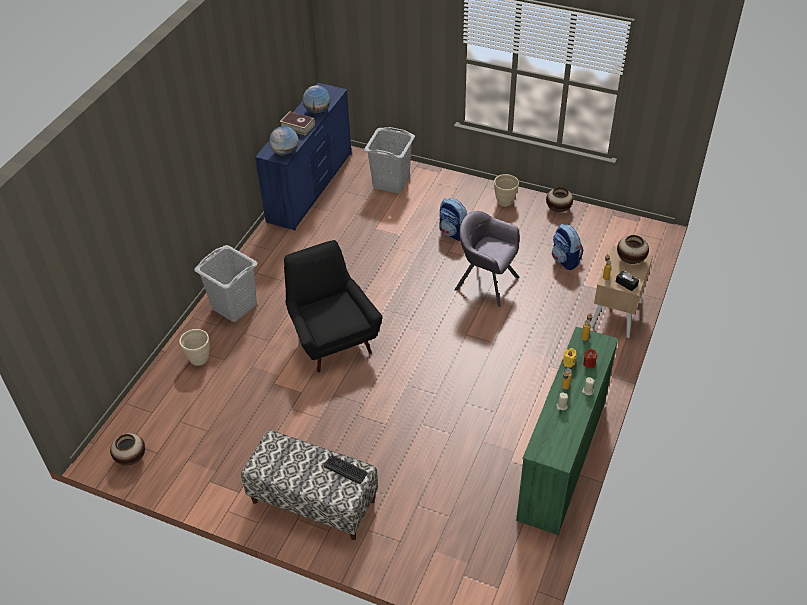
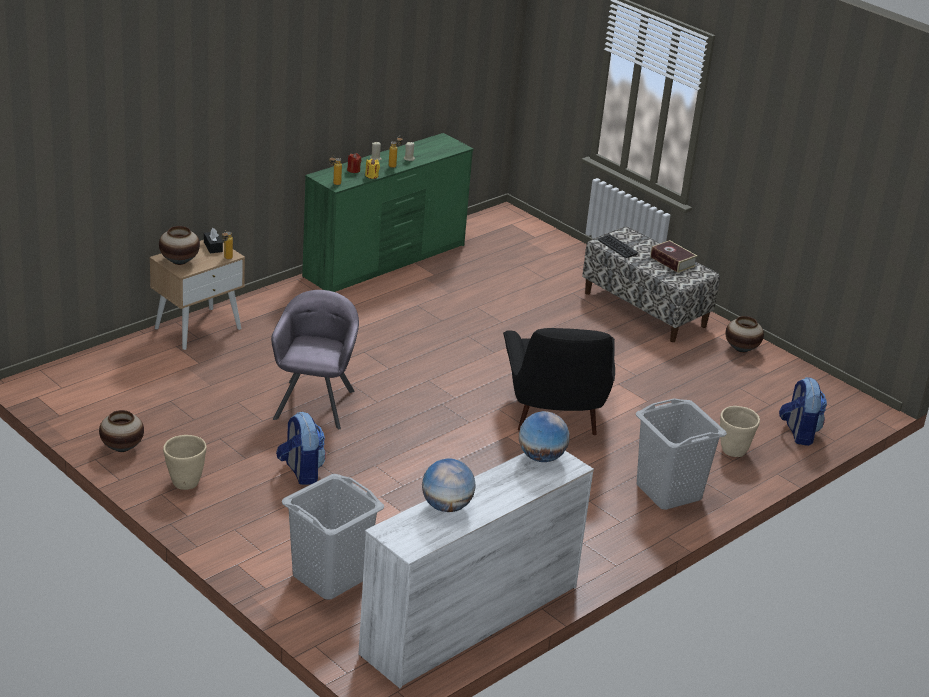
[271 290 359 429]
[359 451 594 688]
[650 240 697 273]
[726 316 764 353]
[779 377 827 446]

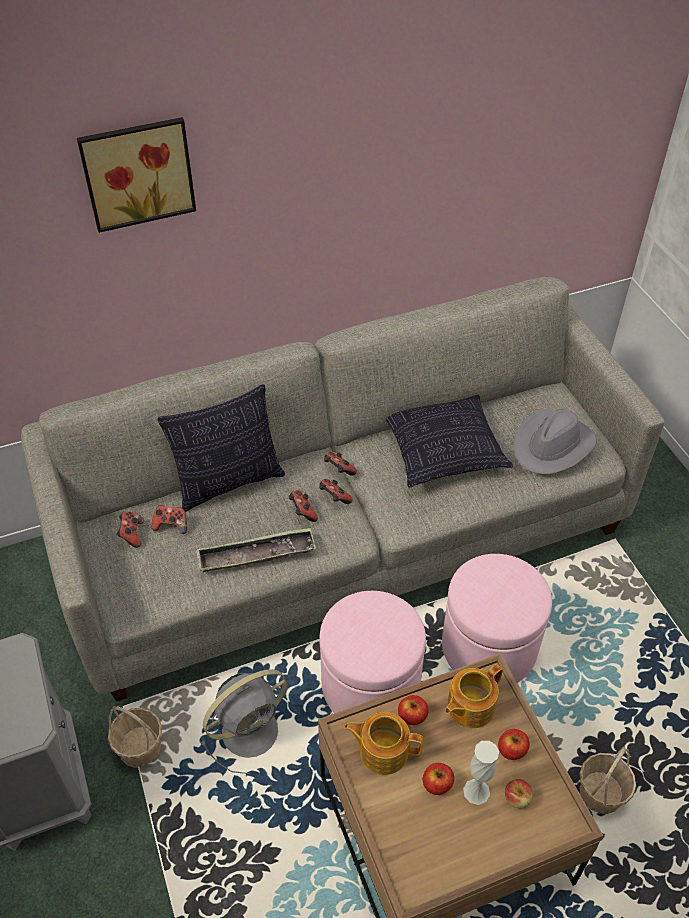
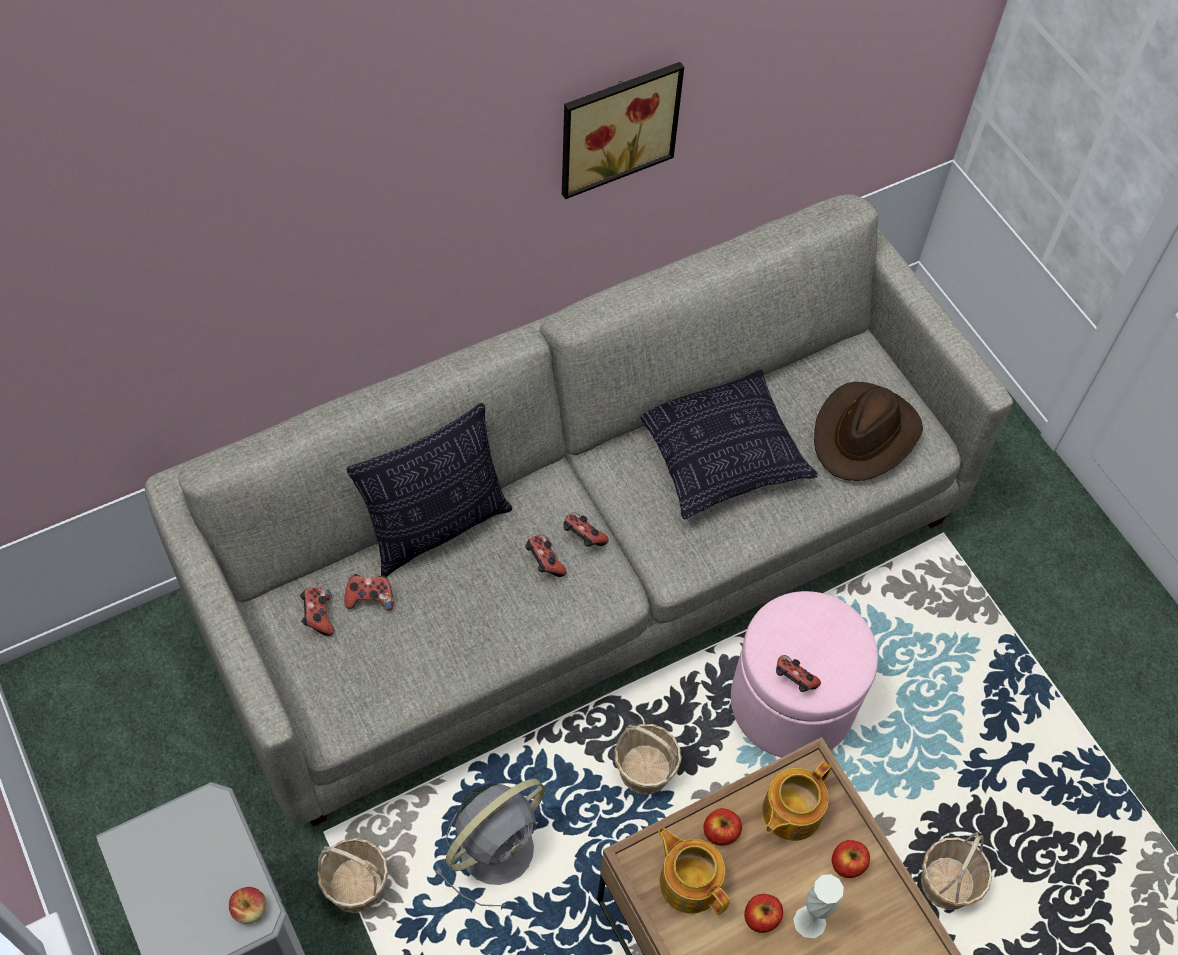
[229 887 266 924]
[562 62 684 199]
[614 724 681 794]
[658 828 730 915]
[776 655 821 692]
[814 382 923 481]
[196 528 316 572] (first image)

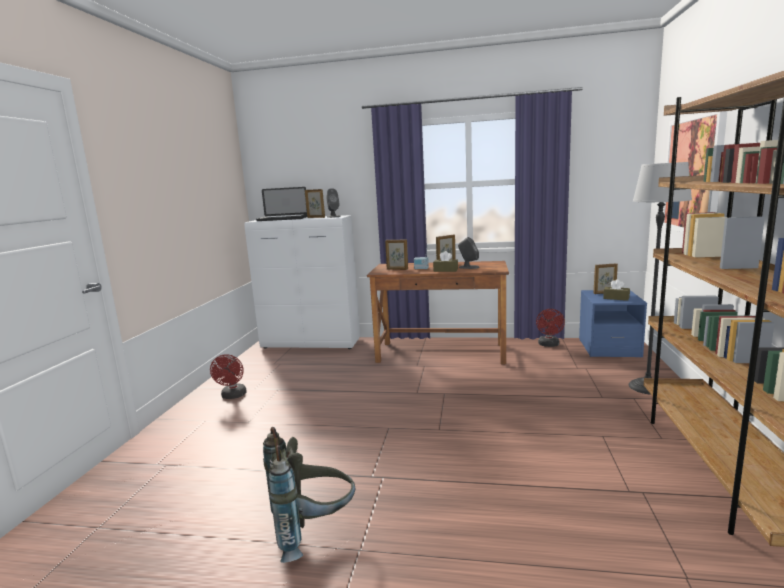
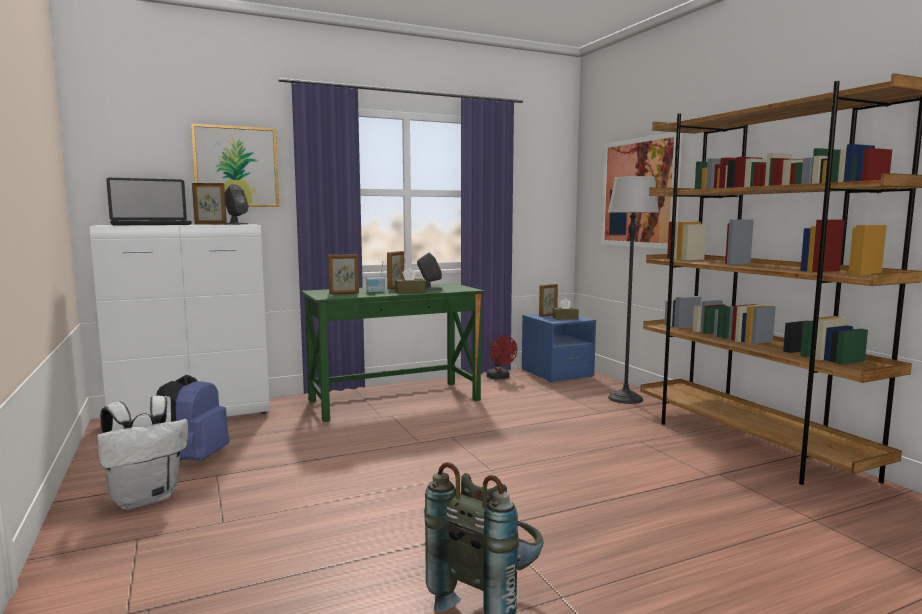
[97 396 188 510]
[156 375 230 461]
[191 124 279 207]
[301 283 485 422]

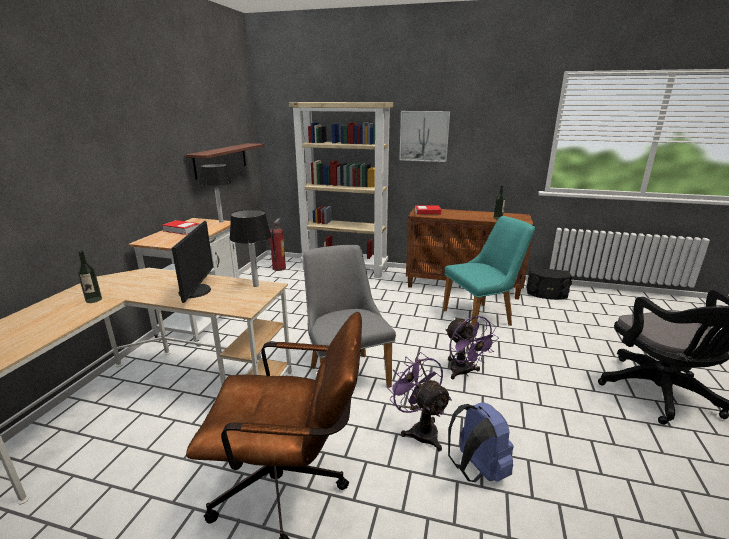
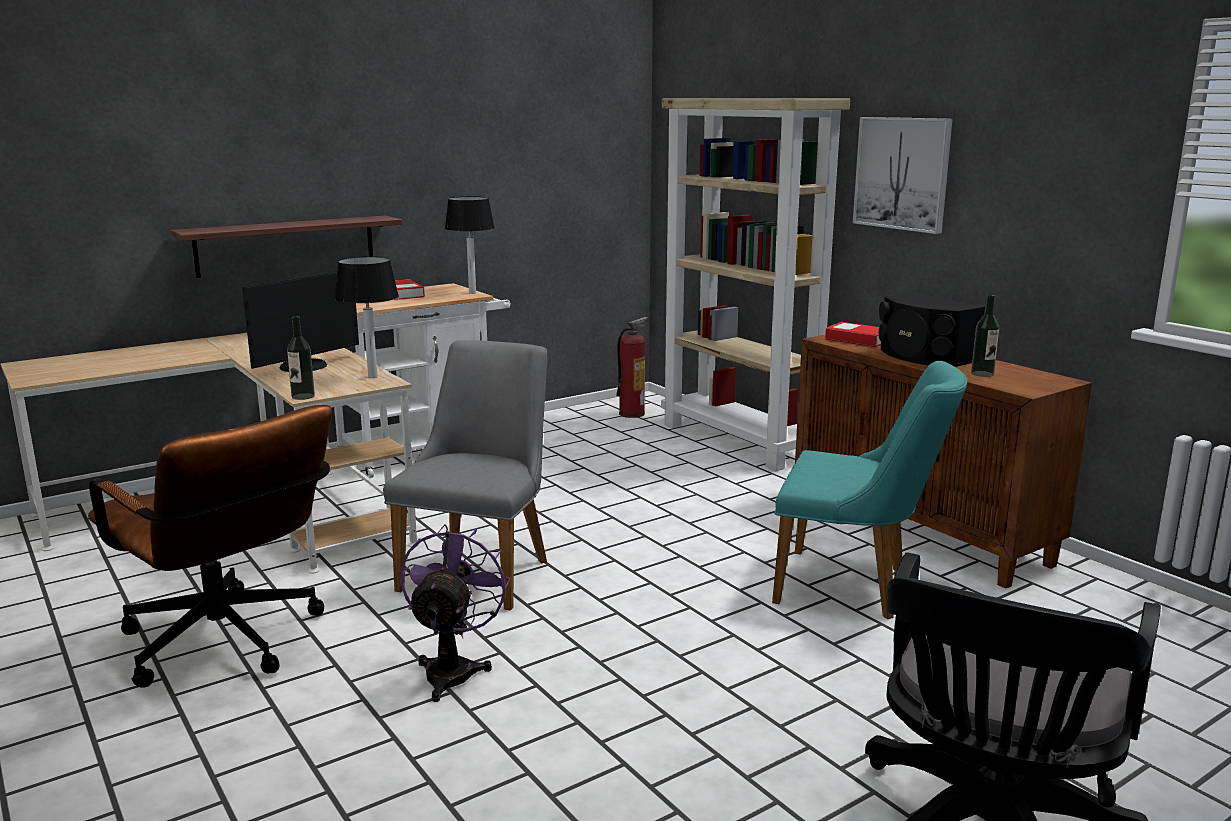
[171 216 402 278]
[287 316 315 400]
[879 293 985 367]
[445 316 499 379] (first image)
[448 402 514 482] (first image)

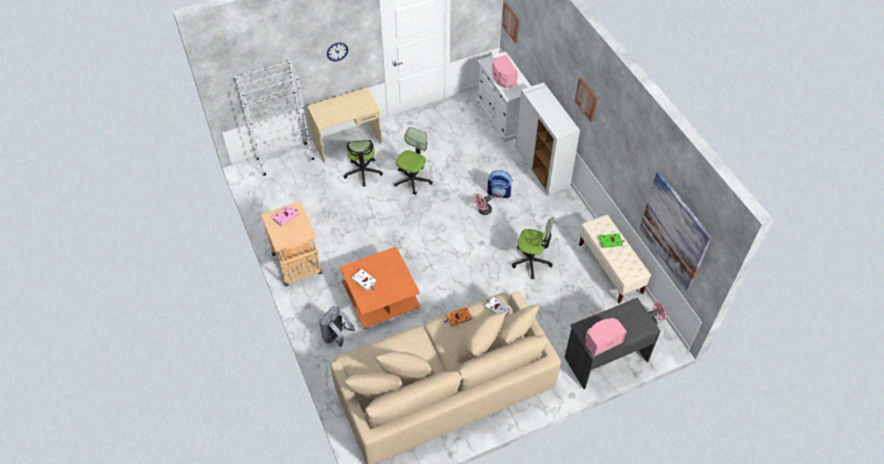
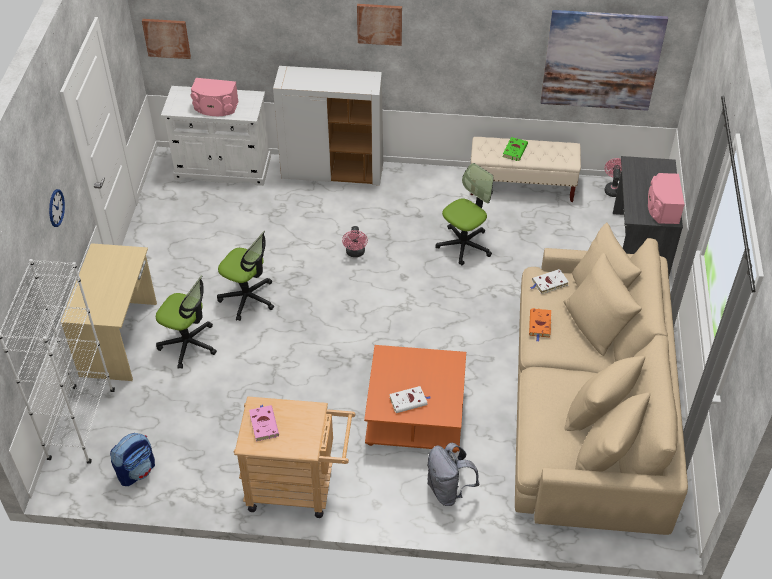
[110 433 155 486]
[217 231 274 321]

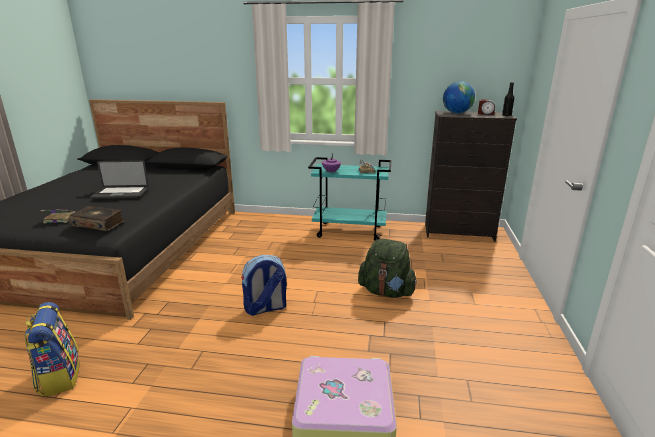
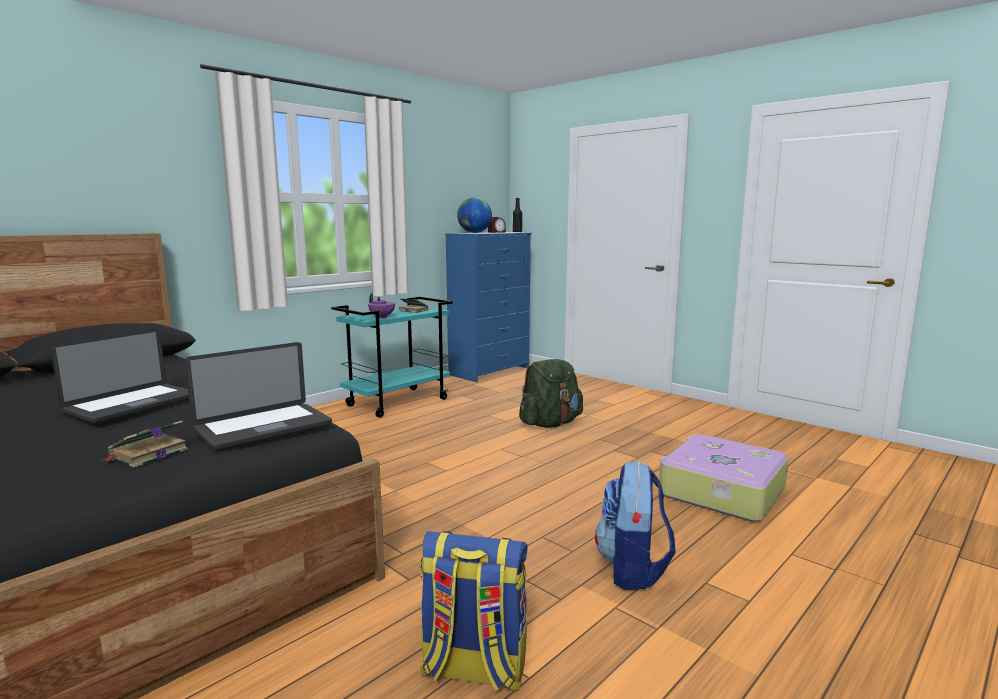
[185 342 332 451]
[445 232 532 382]
[595 461 676 590]

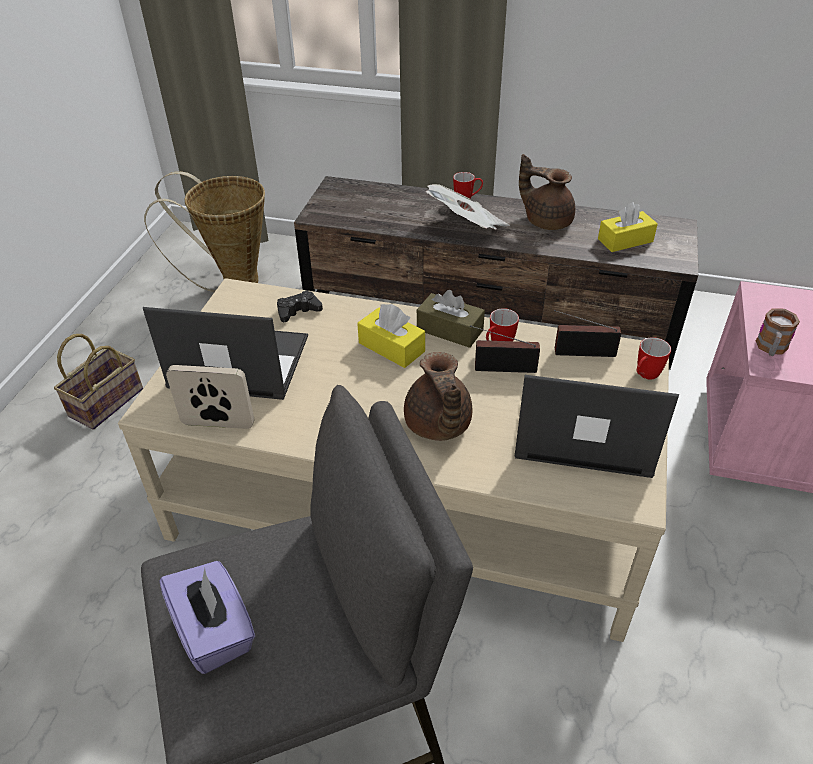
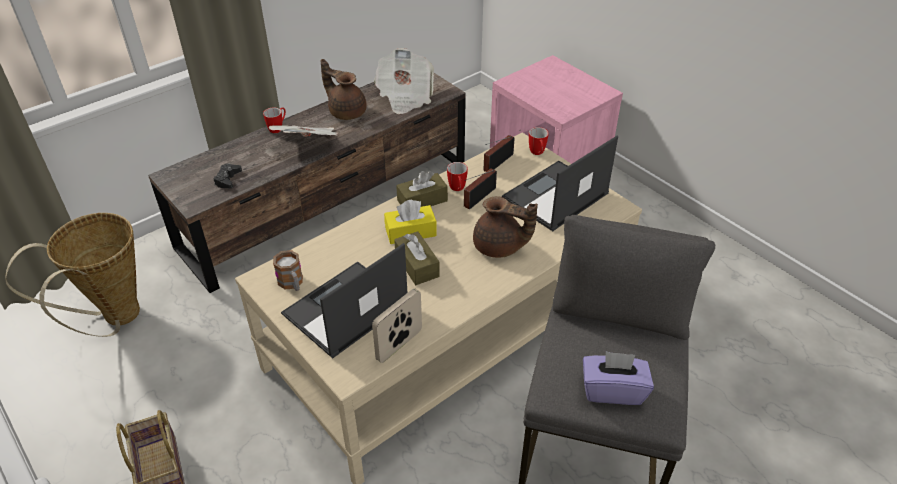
[214 163 242 189]
[273 250 303 291]
[320 59 367 120]
[374 48 434 114]
[394 231 440 285]

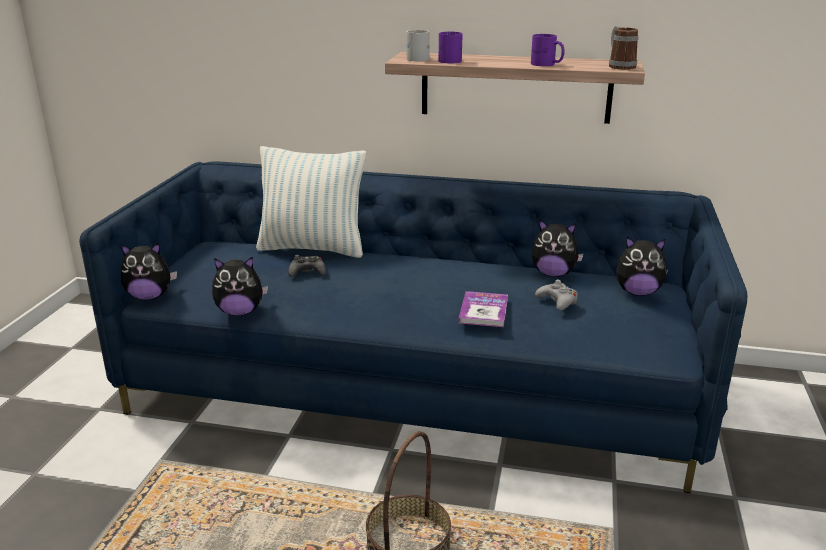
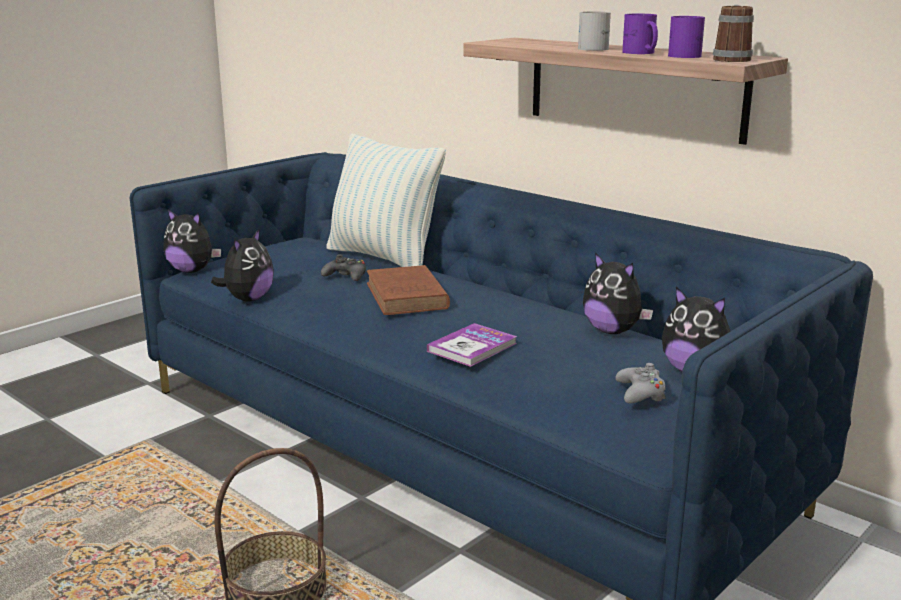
[211 228 274 302]
[367 265 450 315]
[578 11 611 51]
[616 363 666 403]
[668 16 705 58]

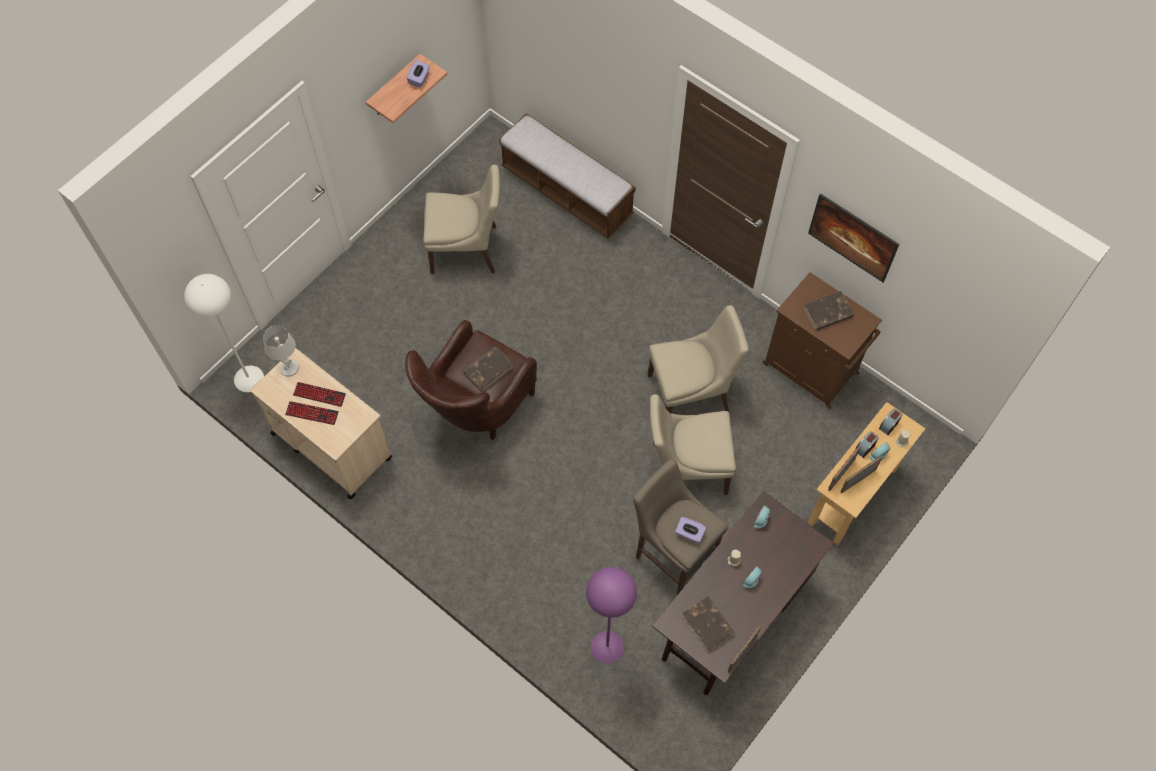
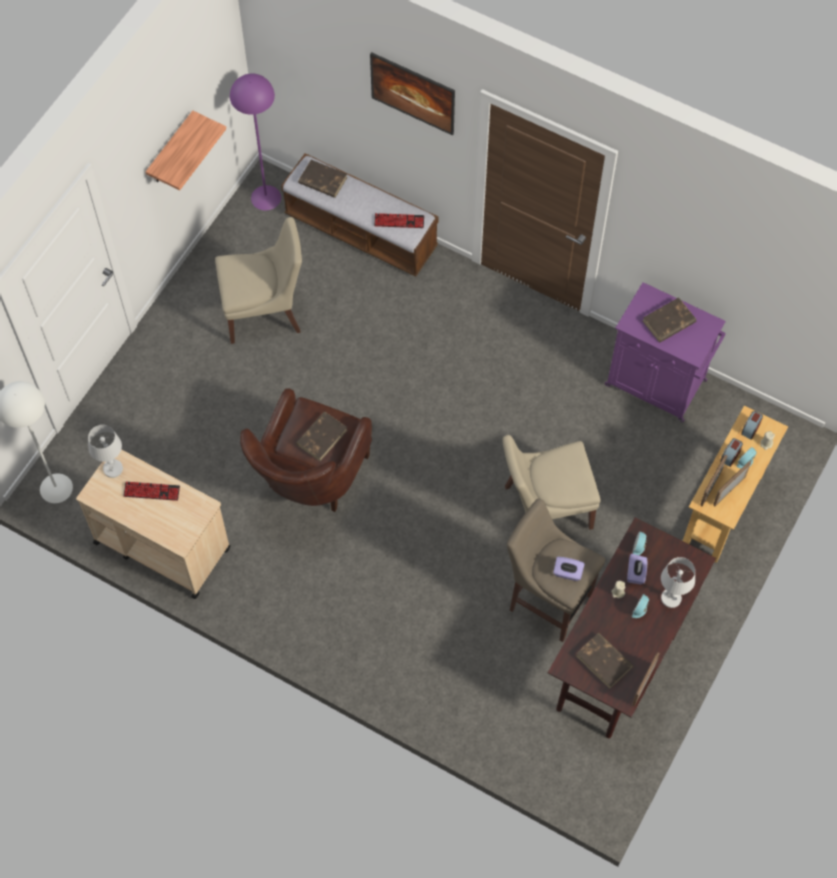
[230 73 281 211]
[298 160 347 198]
[370 52 455 135]
[374 213 424 228]
[604 282 726 422]
[627 554 647 584]
[661 557 695 608]
[647 305 749 413] (first image)

